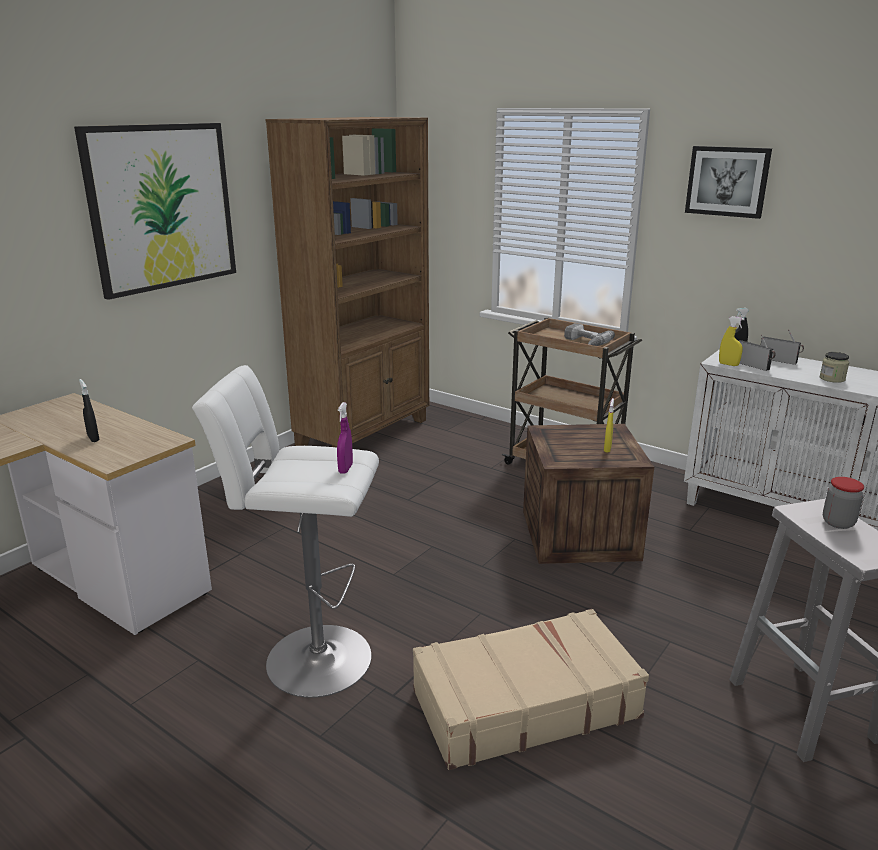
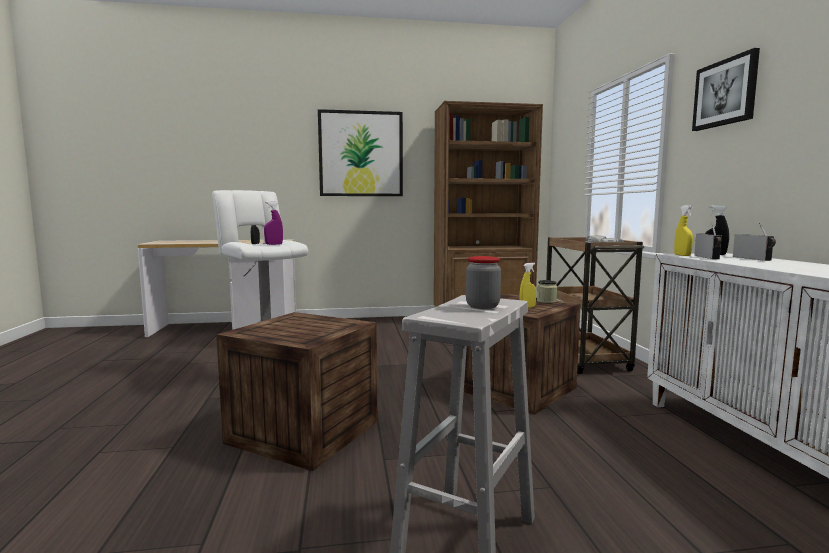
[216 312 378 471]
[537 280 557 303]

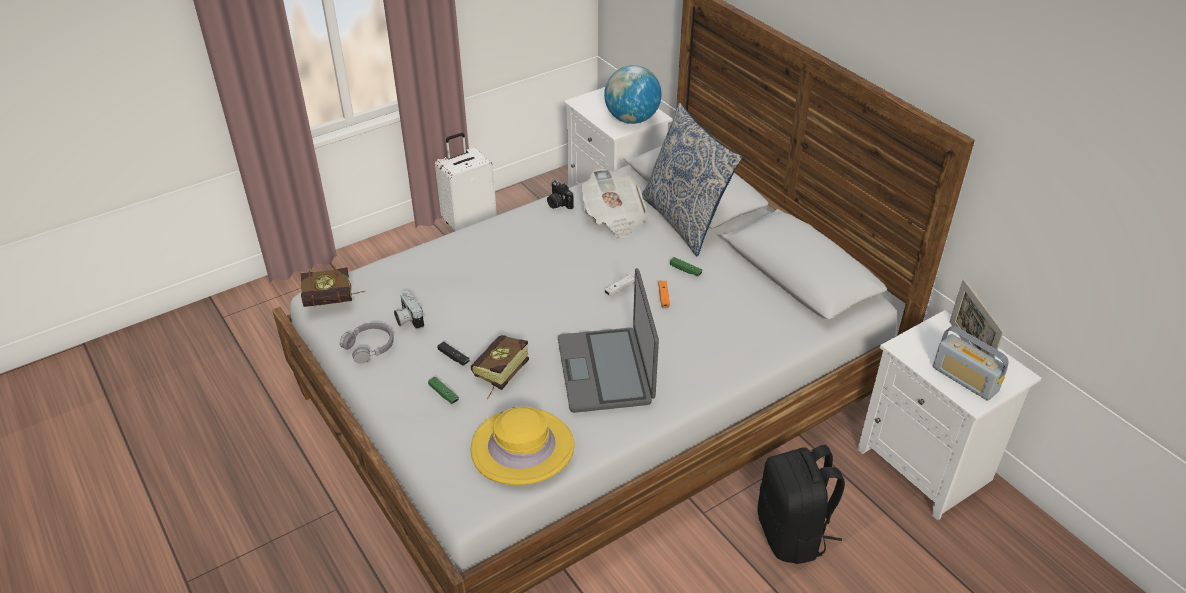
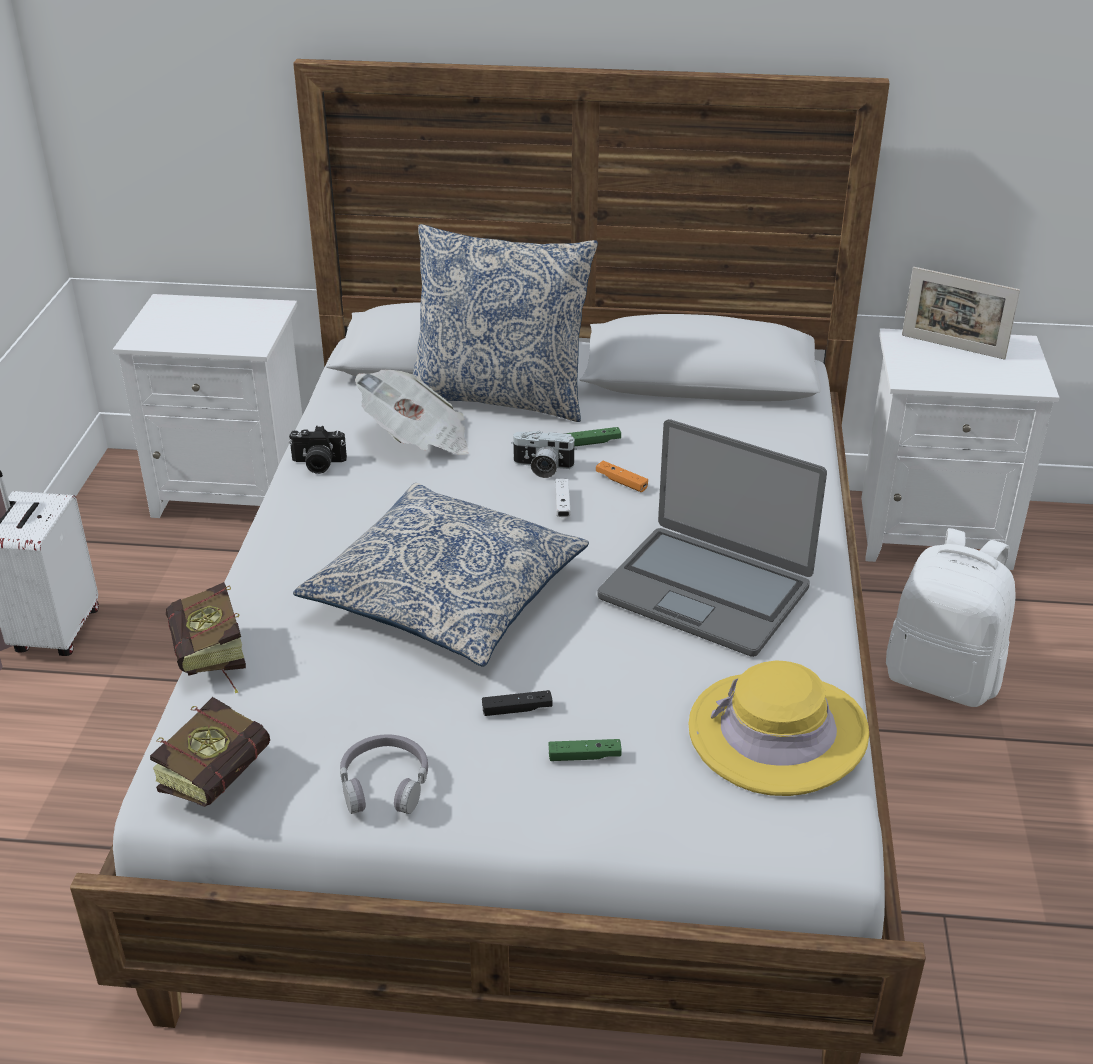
[166 582 246 693]
[293 483 589 667]
[511 431 577 478]
[886 528 1016 707]
[604 65 661 124] (first image)
[933 326 1009 401] (first image)

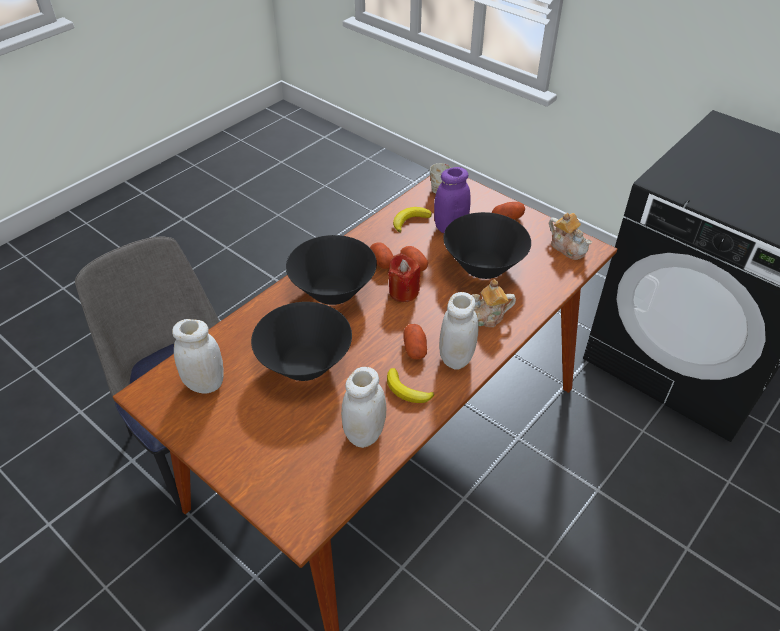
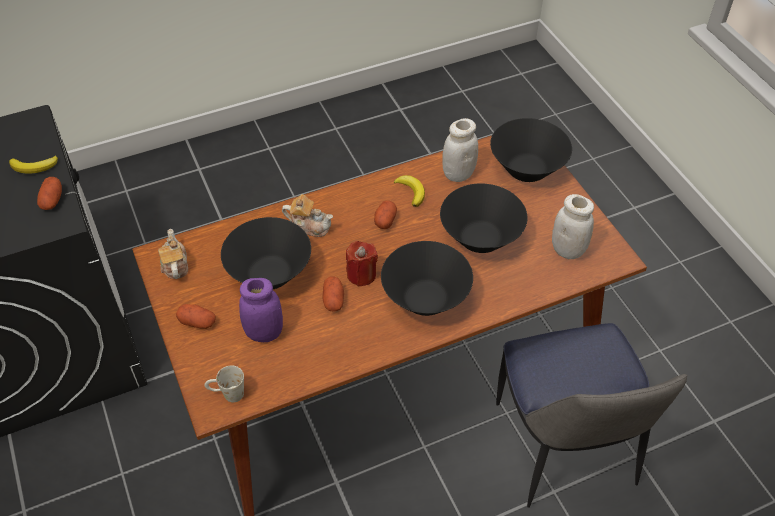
[9 156 58 174]
[37 177 62 210]
[490 118 572 182]
[439 292 479 370] (first image)

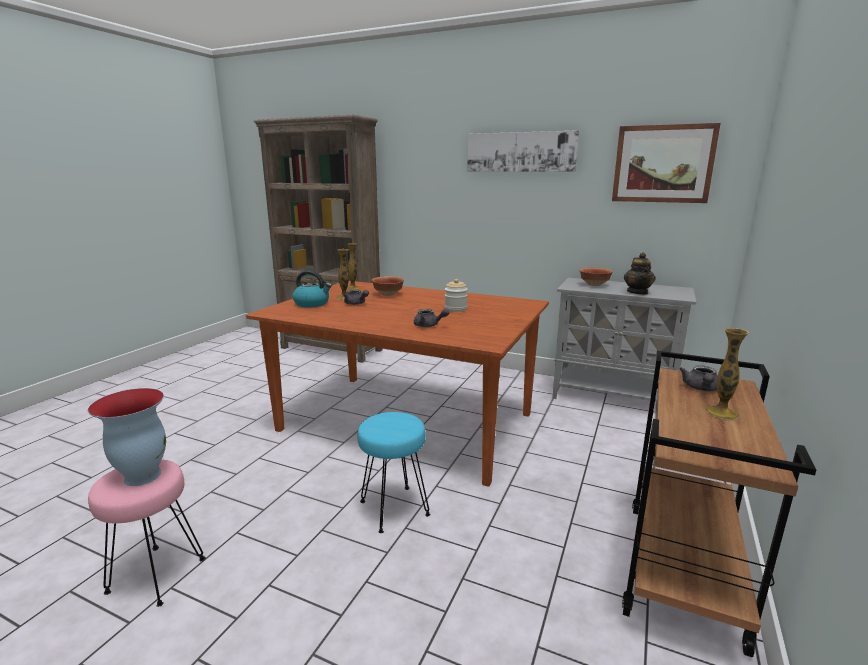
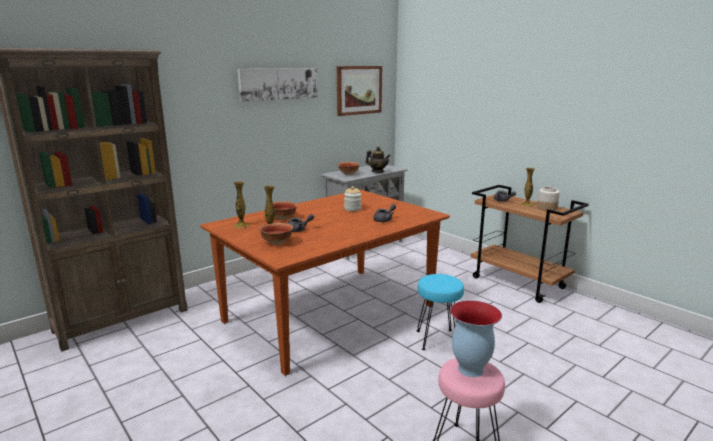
[259 223 293 245]
[537 186 560 211]

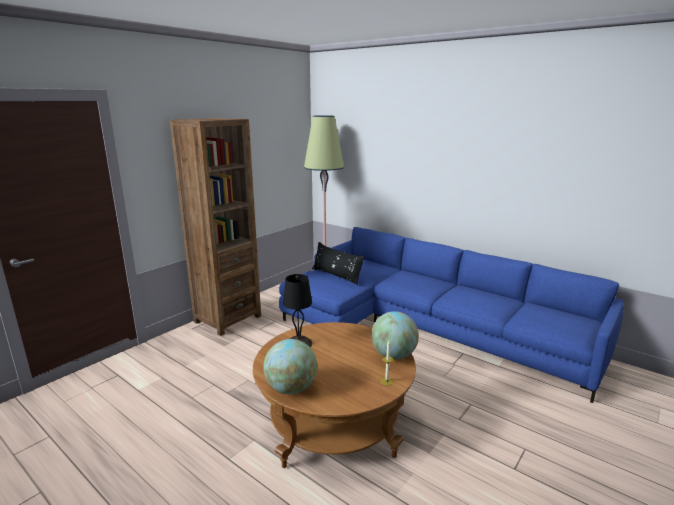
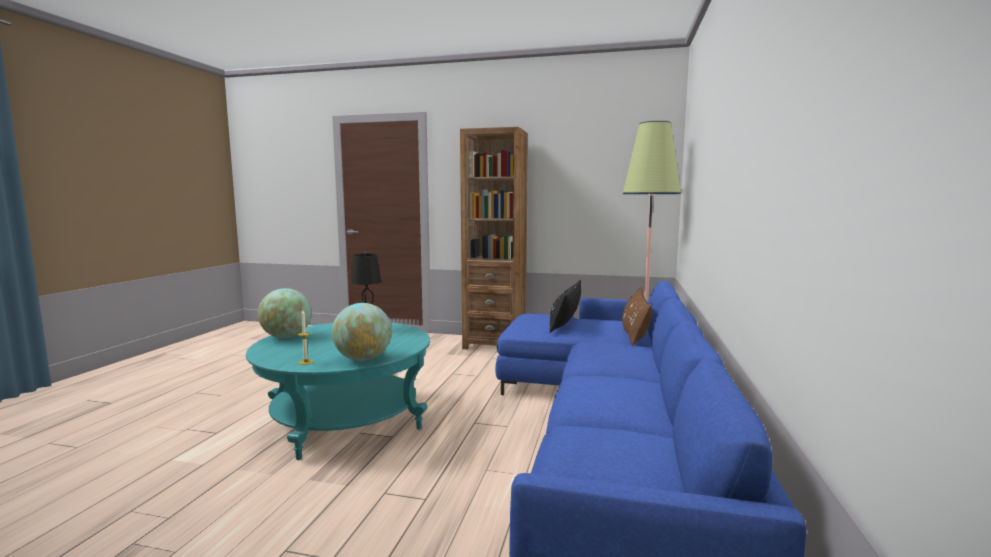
[246 322 430 460]
[622 287 652 346]

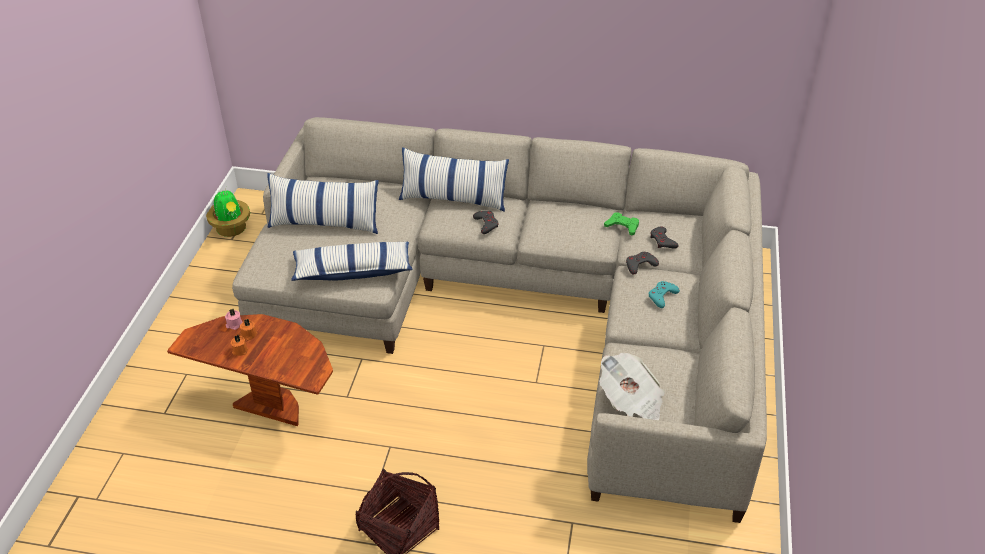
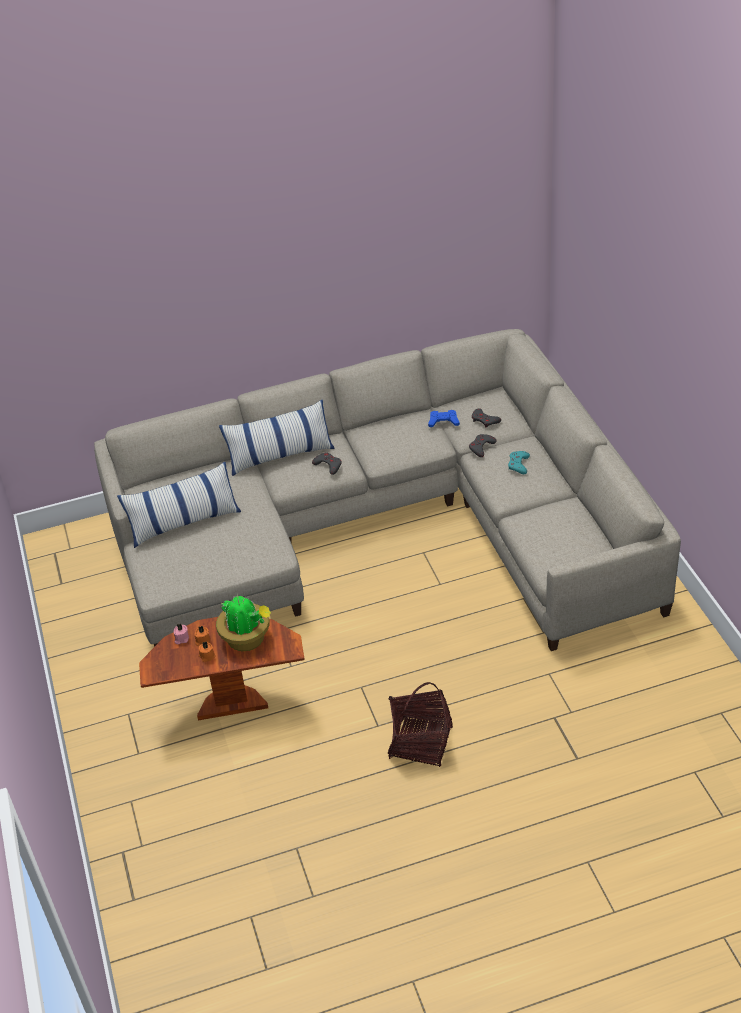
[216 594 271 651]
[428 410 460 427]
[291 242 413 281] (first image)
[599 353 665 420] (first image)

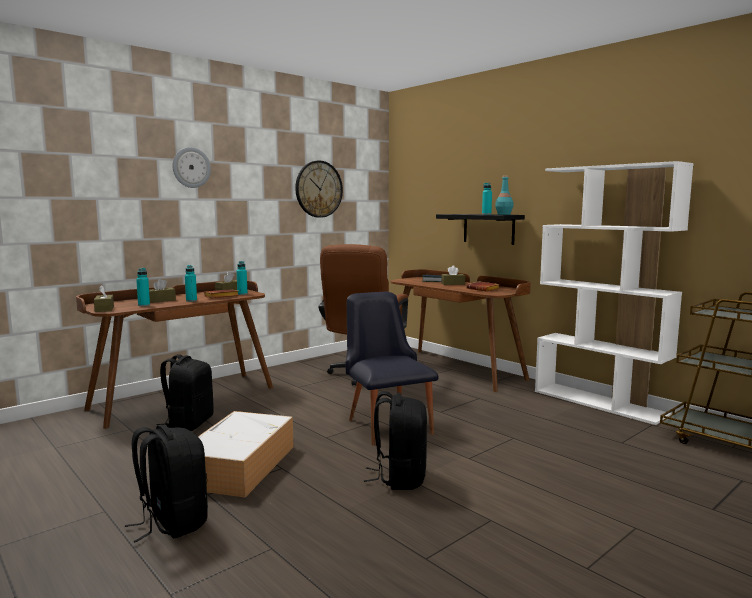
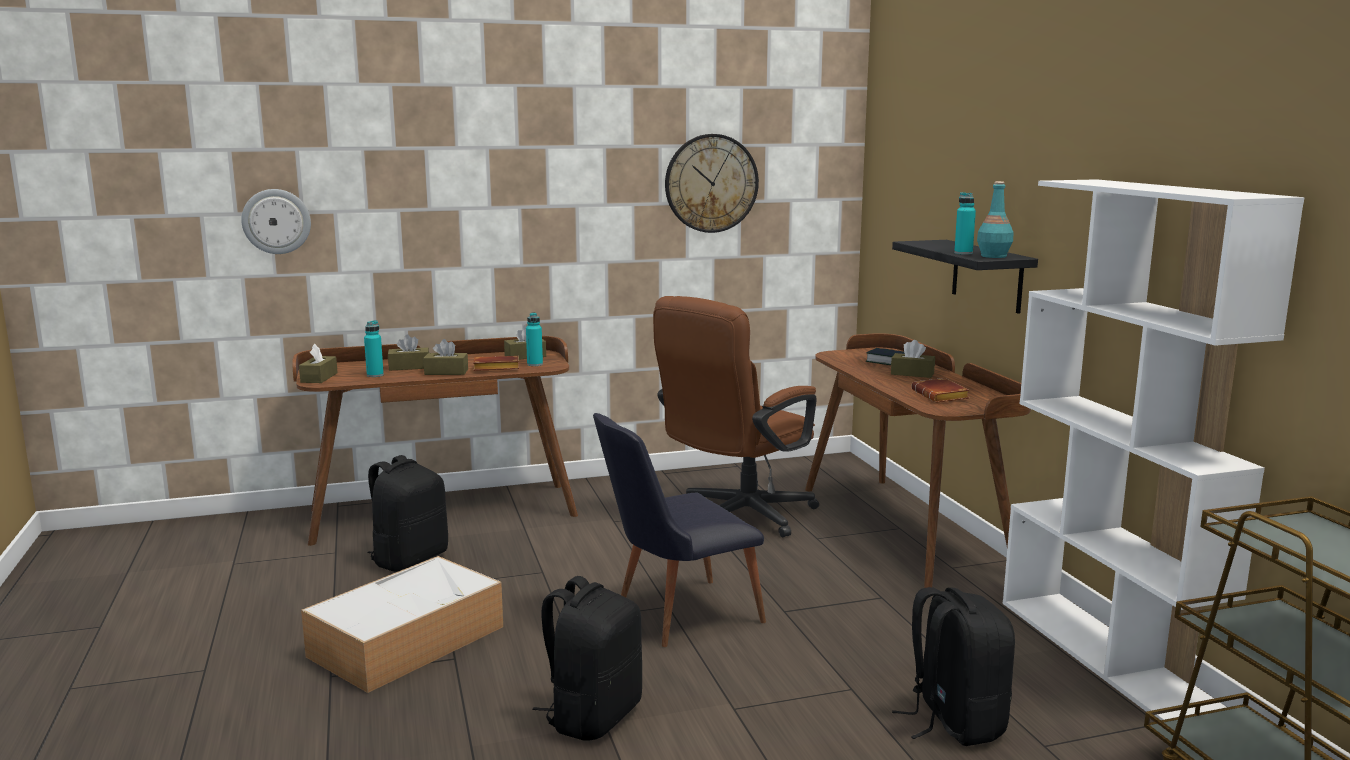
[241 189 311 254]
[423 339 468 375]
[593 413 766 647]
[892 587 1015 746]

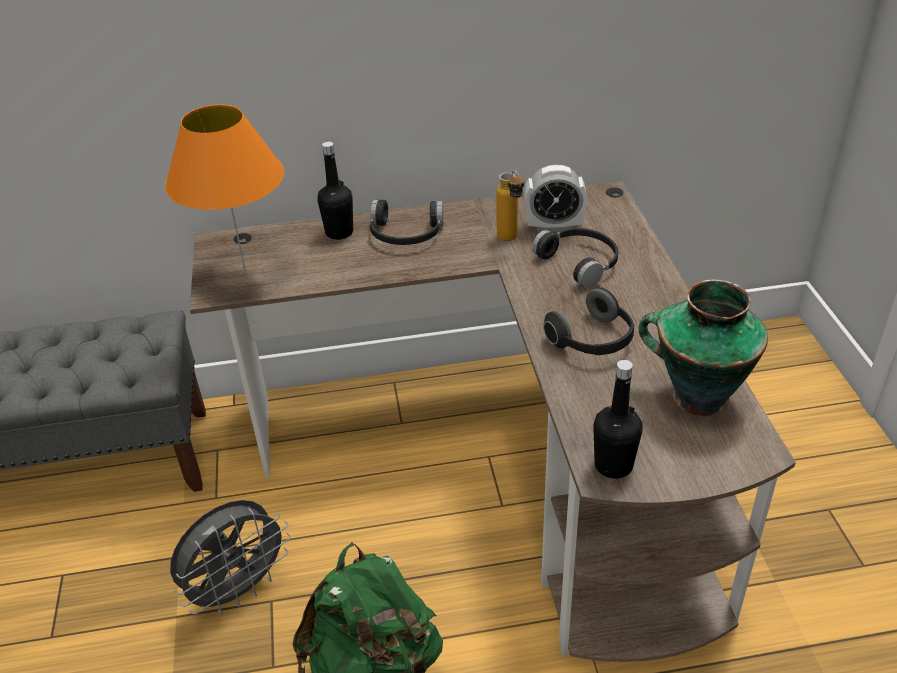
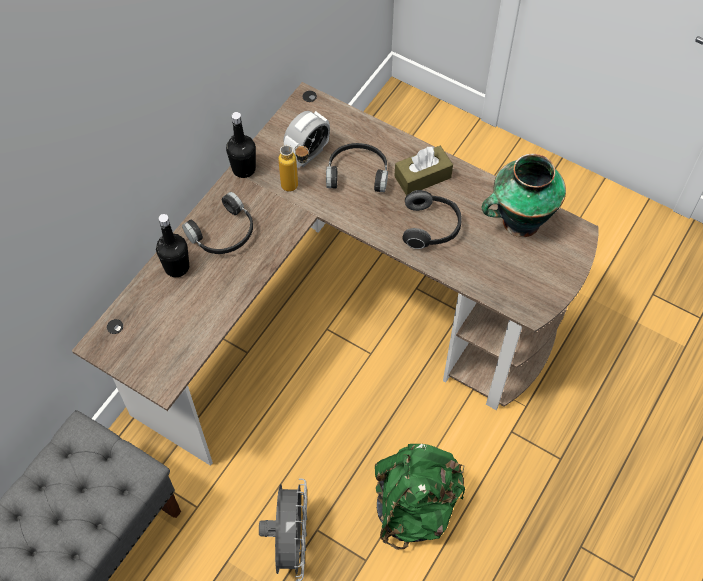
[226 112 256 178]
[394 145 453 196]
[165 104 284 278] (first image)

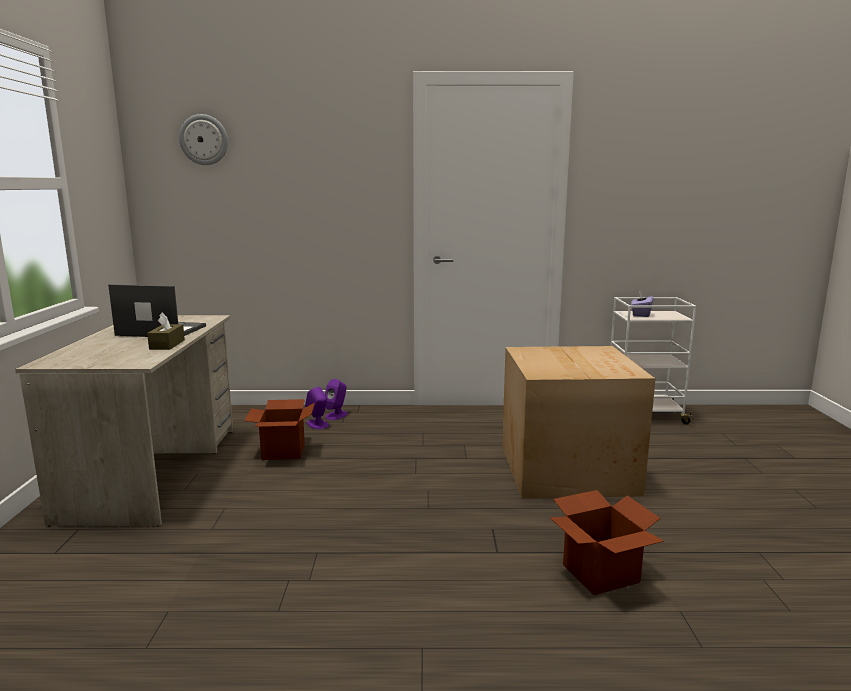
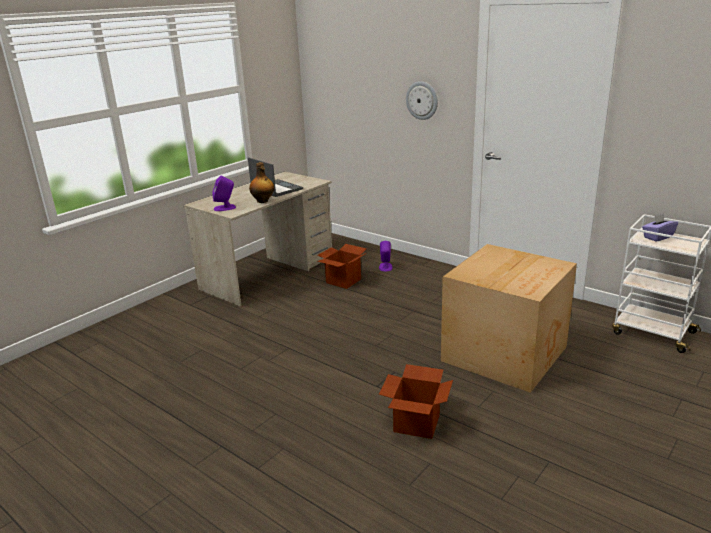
[212 176 236 211]
[249 162 274 203]
[406 81 438 120]

